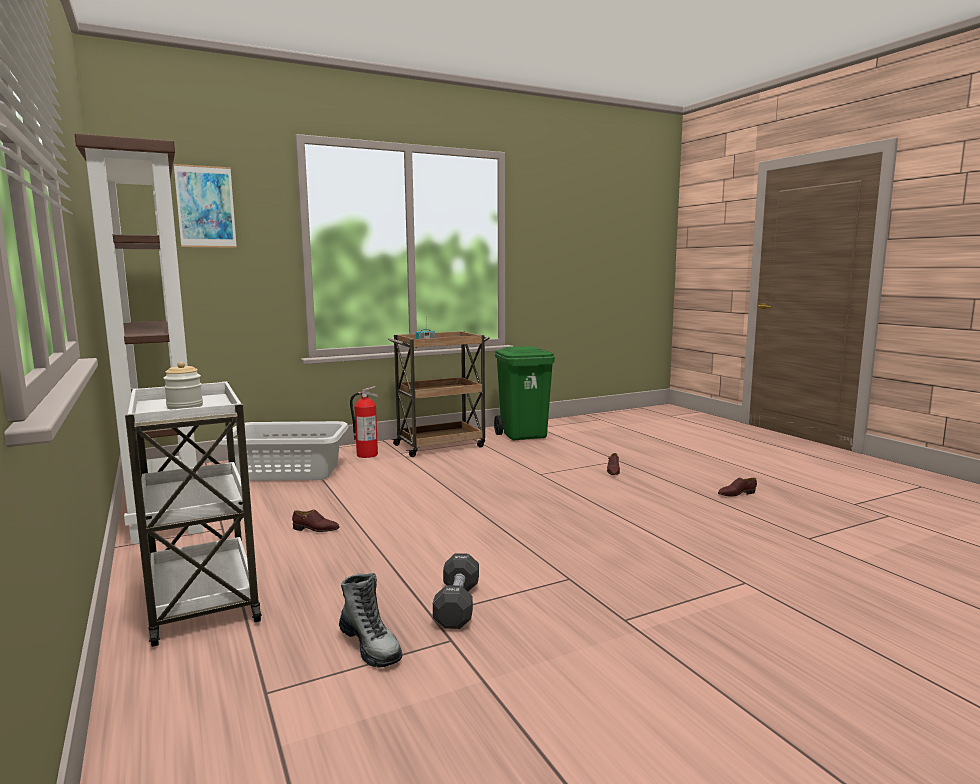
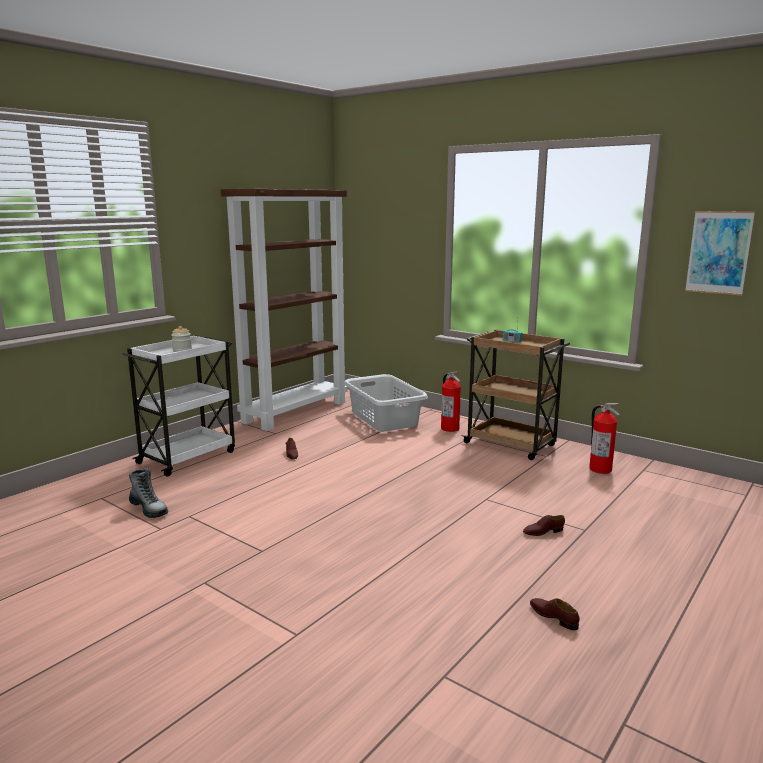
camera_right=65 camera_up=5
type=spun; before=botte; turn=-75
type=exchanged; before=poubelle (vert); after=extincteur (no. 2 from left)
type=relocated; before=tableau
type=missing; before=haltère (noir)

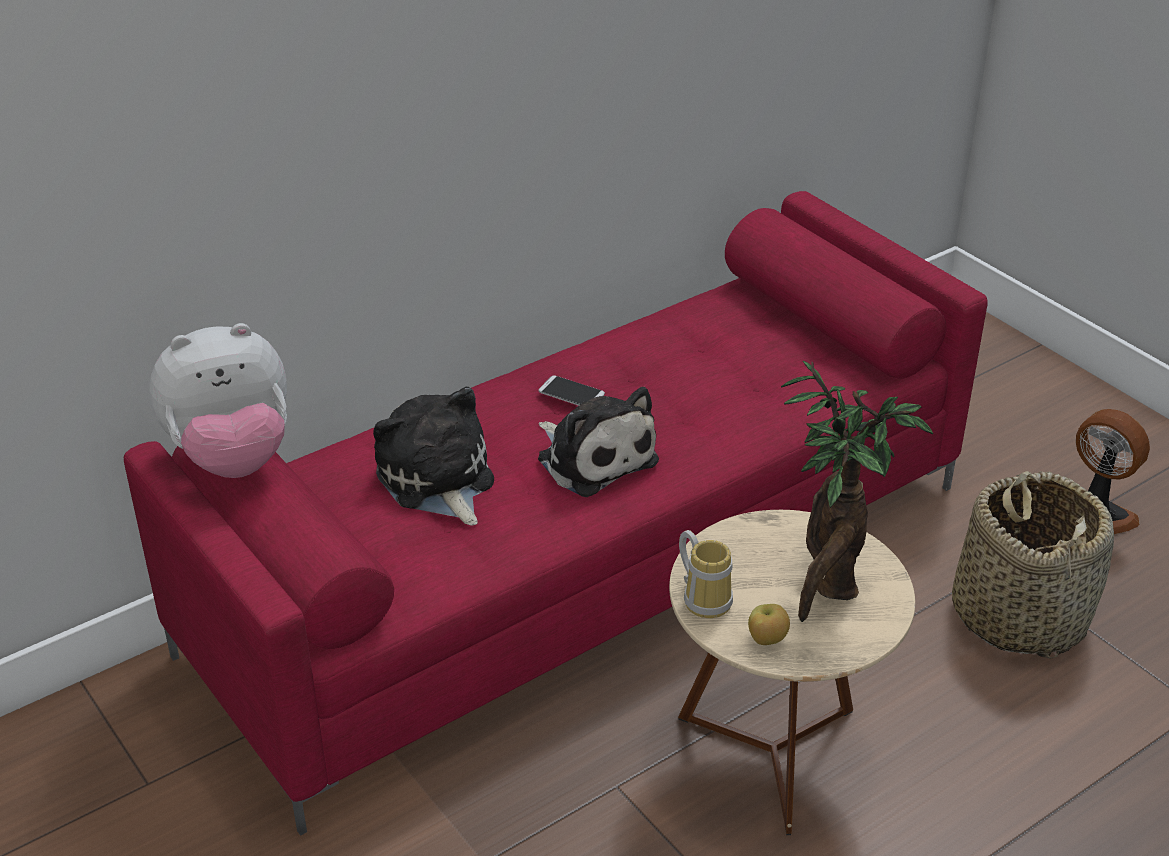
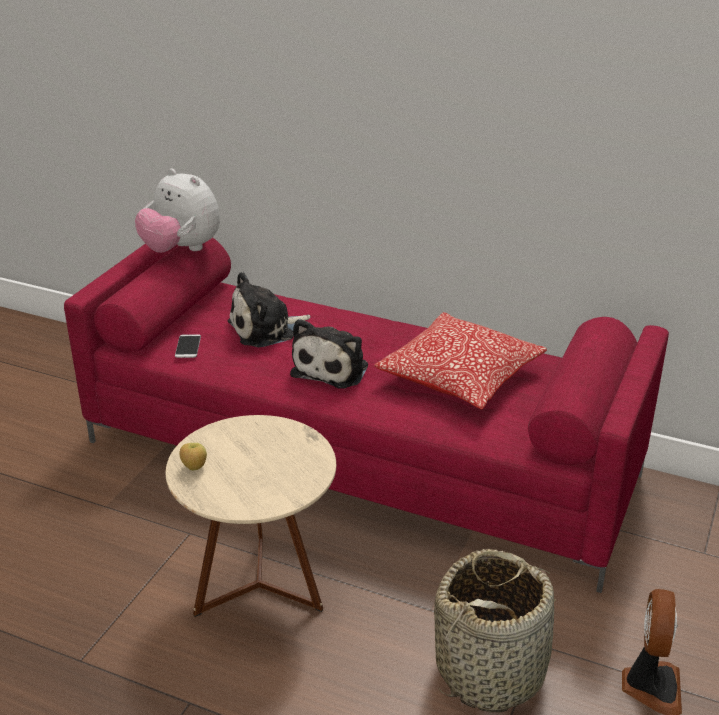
camera_right=60 camera_up=-5
type=relocated; before=téléphone
type=spun; before=peluche (no. 2 from left); turn=-150
type=appeared; after=coussin
type=missing; before=mug
type=missing; before=plante en pot

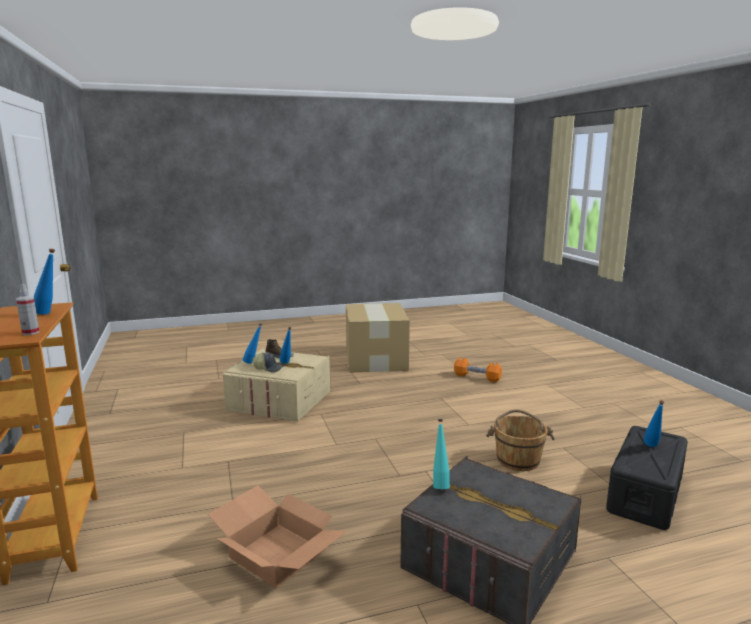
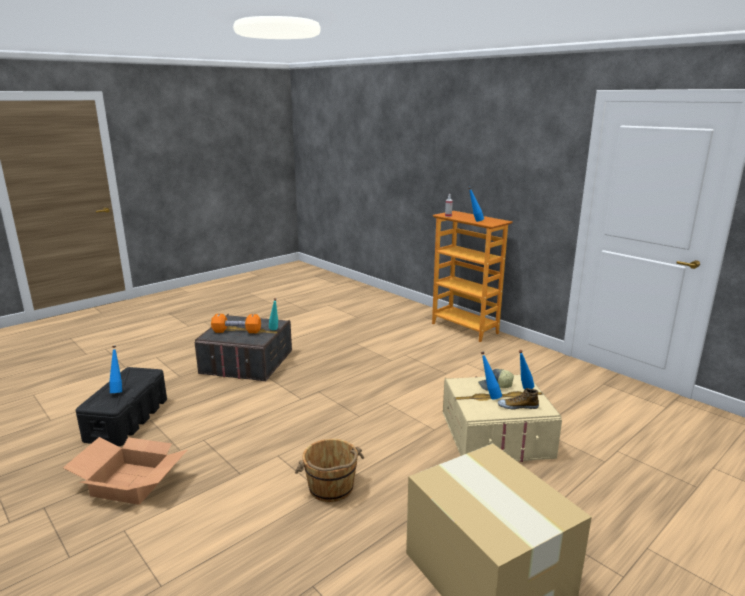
camera_right=155 camera_up=5
type=relocated; before=carton (no. 1 from left)
type=relocated; before=haltère (orange)
type=relocated; before=seau (marron)

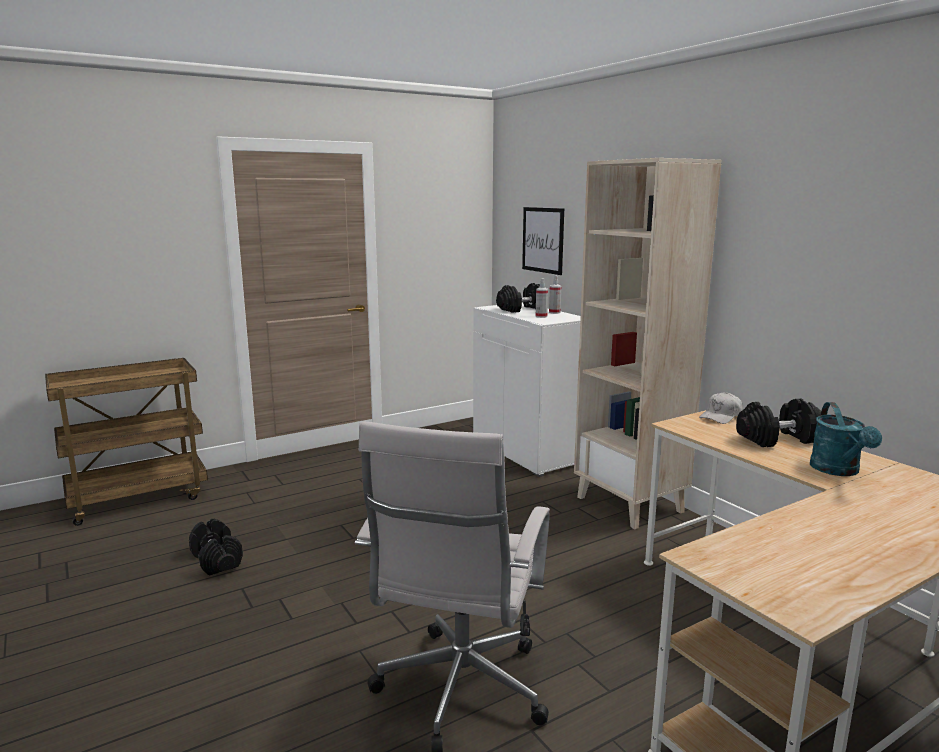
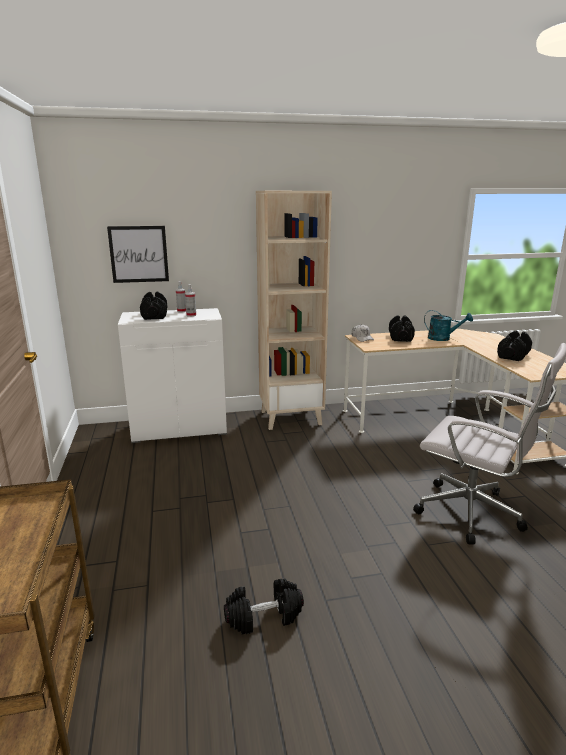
camera_right=-70 camera_up=5
type=appeared; after=haltère (noir) (no. 4 from left)

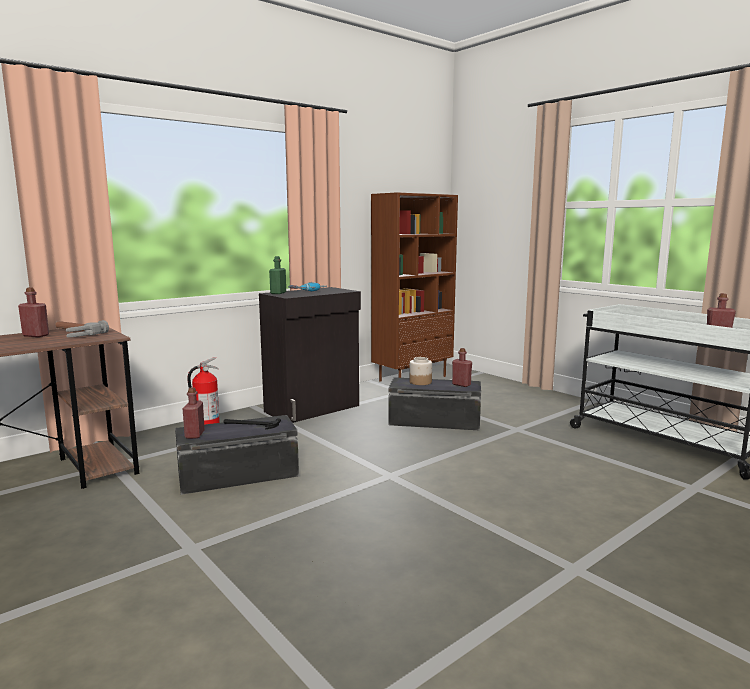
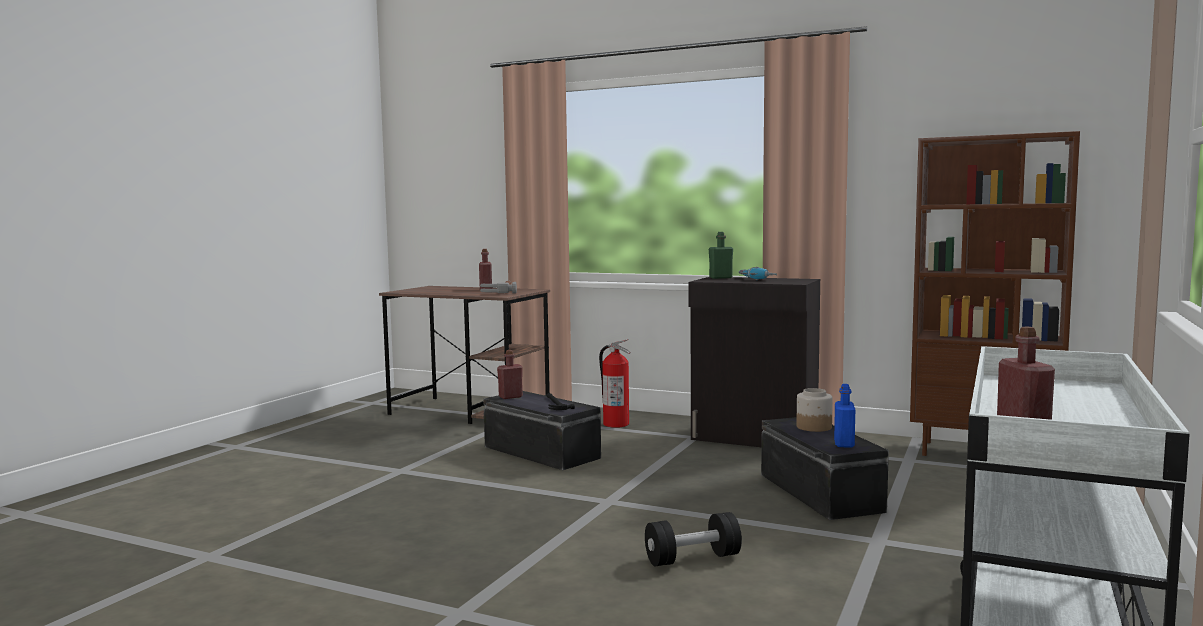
camera_right=65 camera_up=-5
type=appeared; after=haltère (noir)
type=colour; before=bouteille (rouge) (no. 3 from left); after=bouteille (bleu)

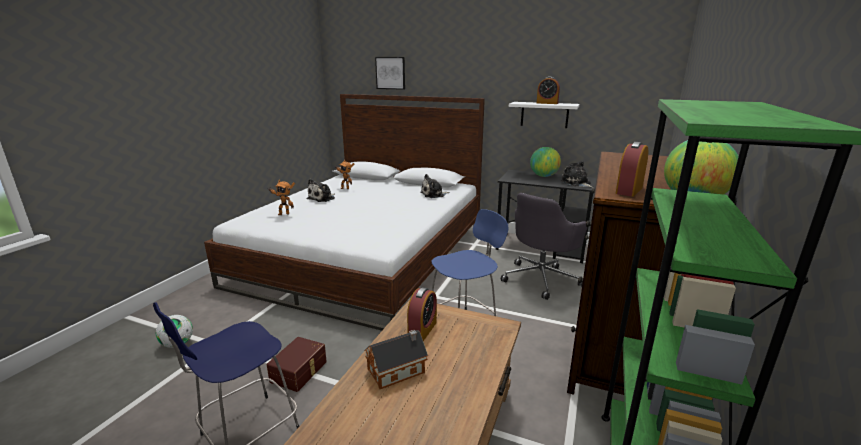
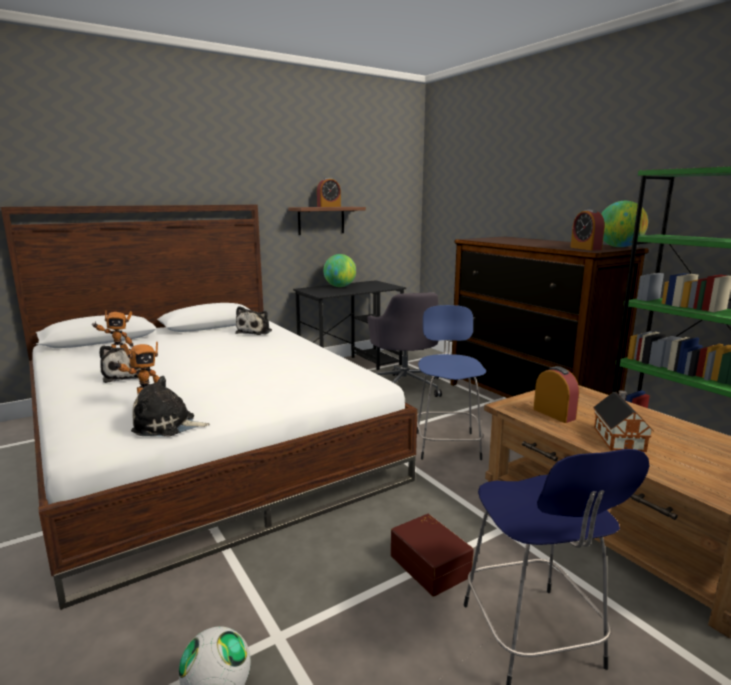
camera_right=-55 camera_up=-5
type=relocated; before=peluche (no. 3 from left in the first image); after=peluche (no. 2 from left)
type=colour; before=étagère (blanc); after=étagère (marron)
type=missing; before=tableau

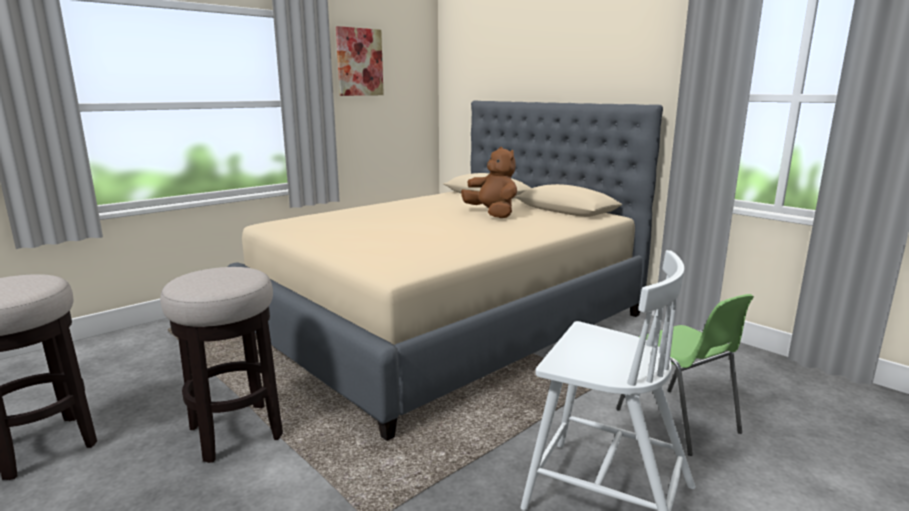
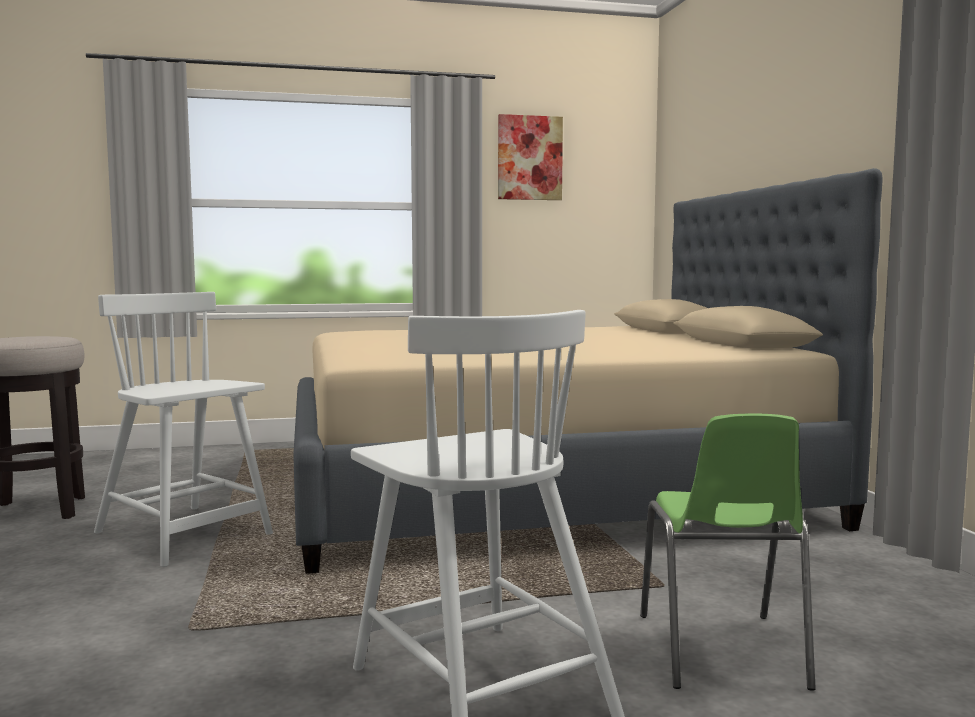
camera_right=30 camera_up=-10
type=exchanged; before=tabouret (no. 2 from left); after=chaise (blanc) (no. 1 from left)
type=missing; before=peluche (marron)

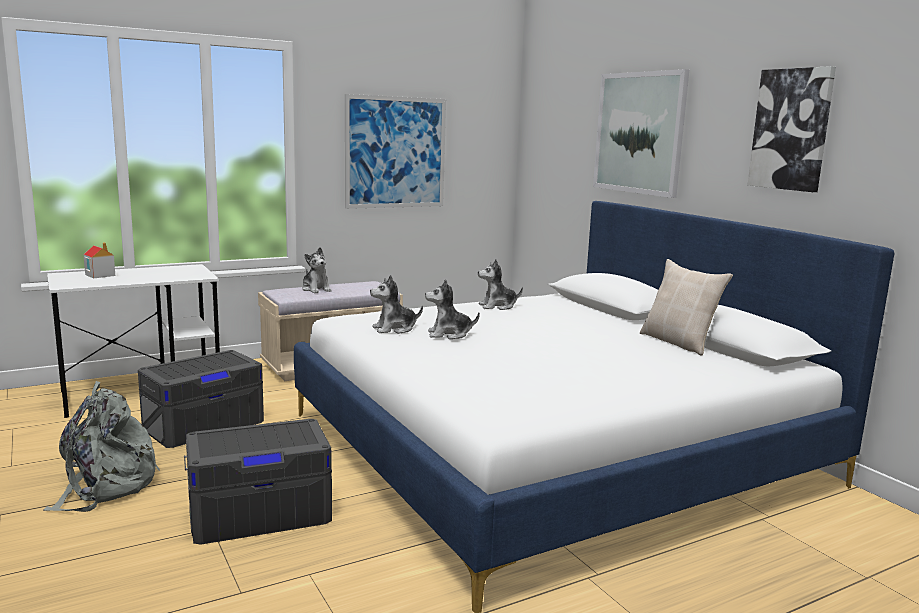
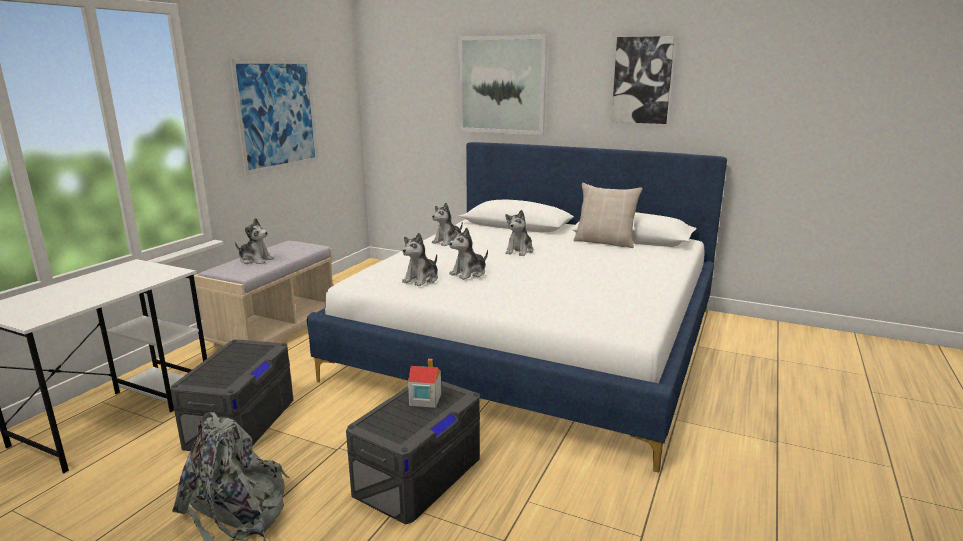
camera_right=-35 camera_up=5
type=relocated; before=maison miniature
type=appeared; after=peluche (no. 5 from left)

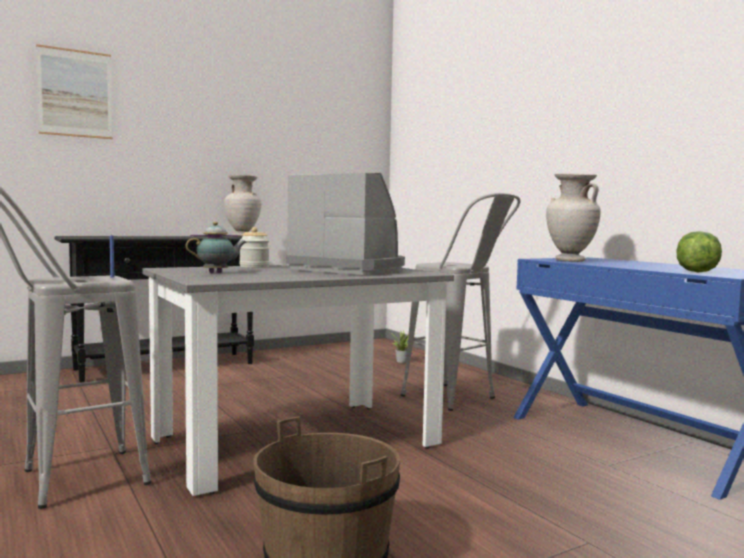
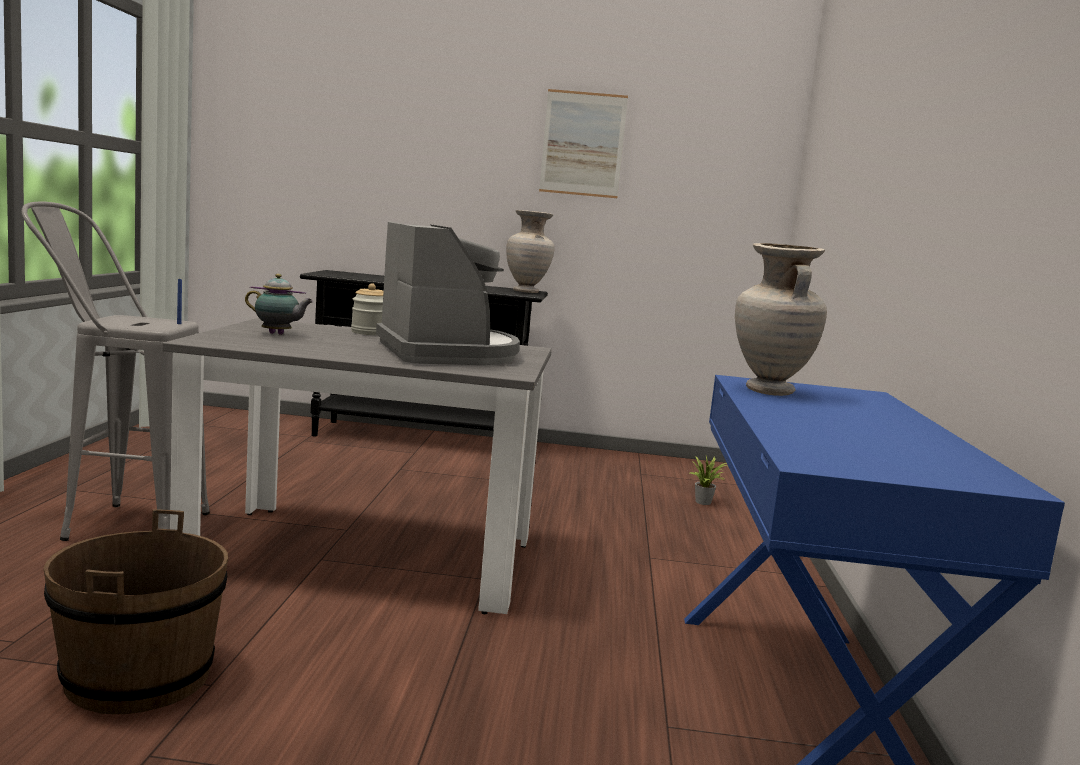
camera_right=35 camera_up=5
type=relocated; before=tableau
type=missing; before=tabouret (gris) (no. 2 from left)
type=missing; before=laitue

